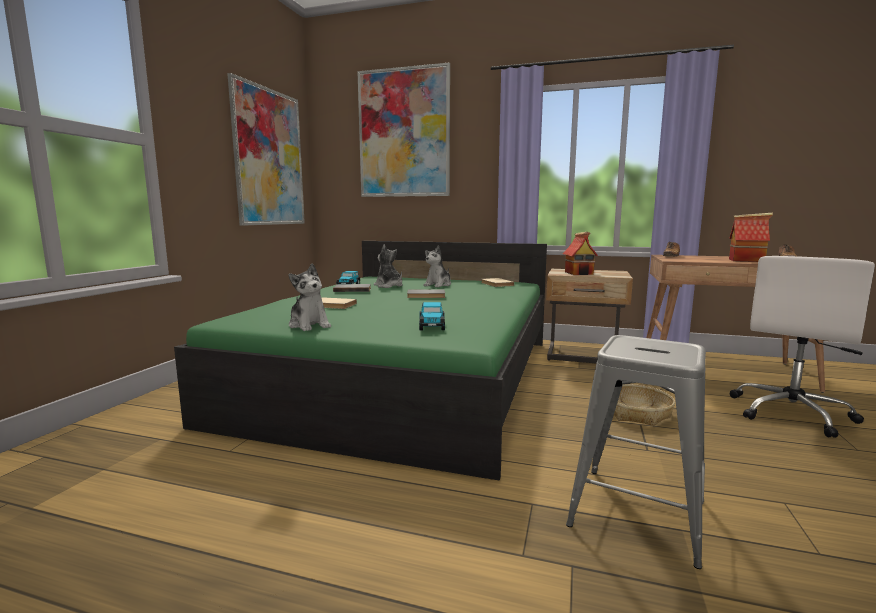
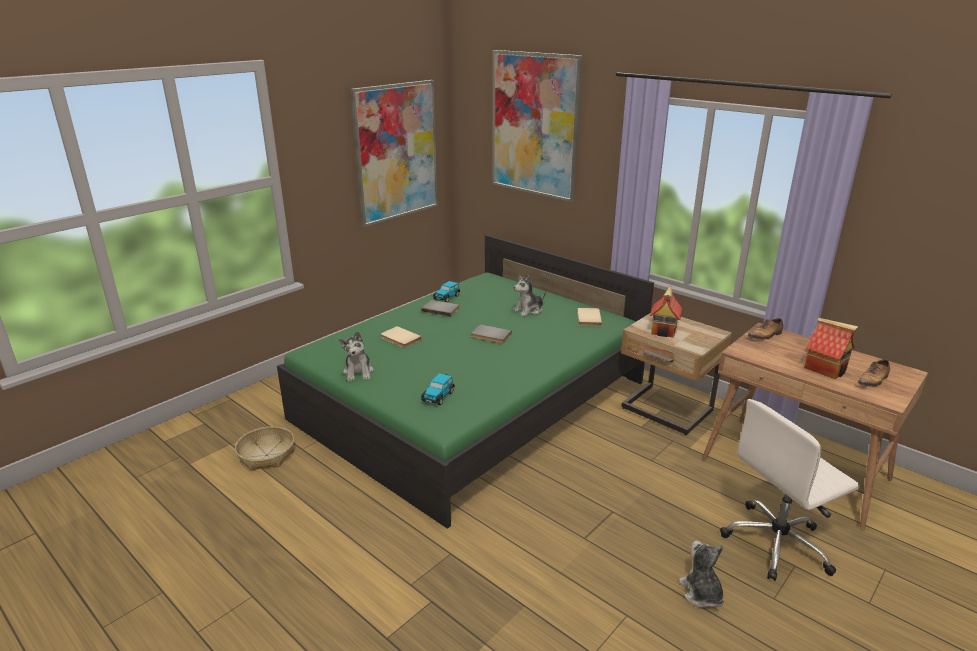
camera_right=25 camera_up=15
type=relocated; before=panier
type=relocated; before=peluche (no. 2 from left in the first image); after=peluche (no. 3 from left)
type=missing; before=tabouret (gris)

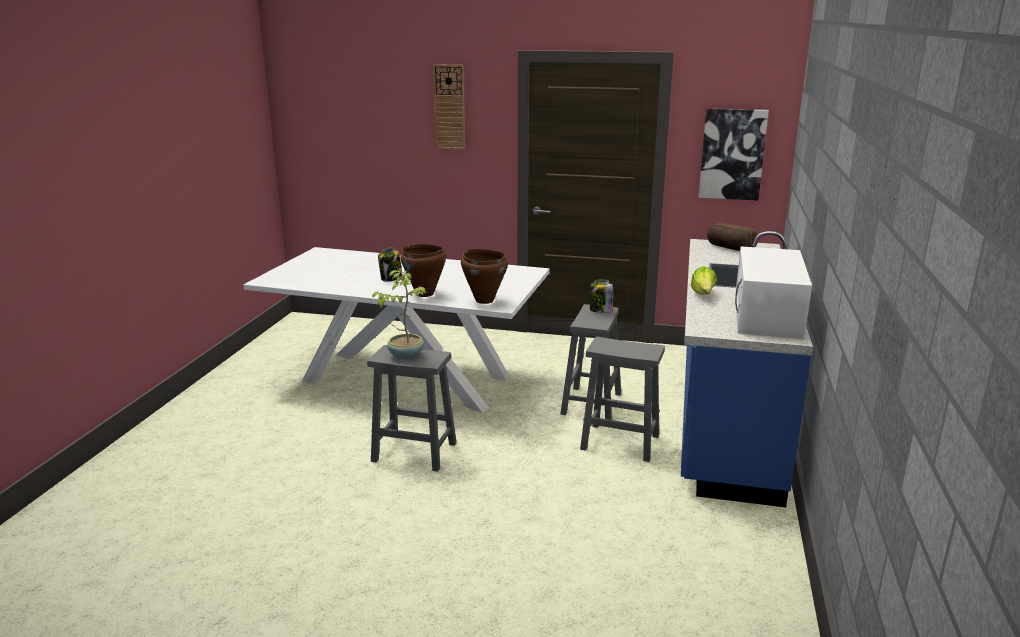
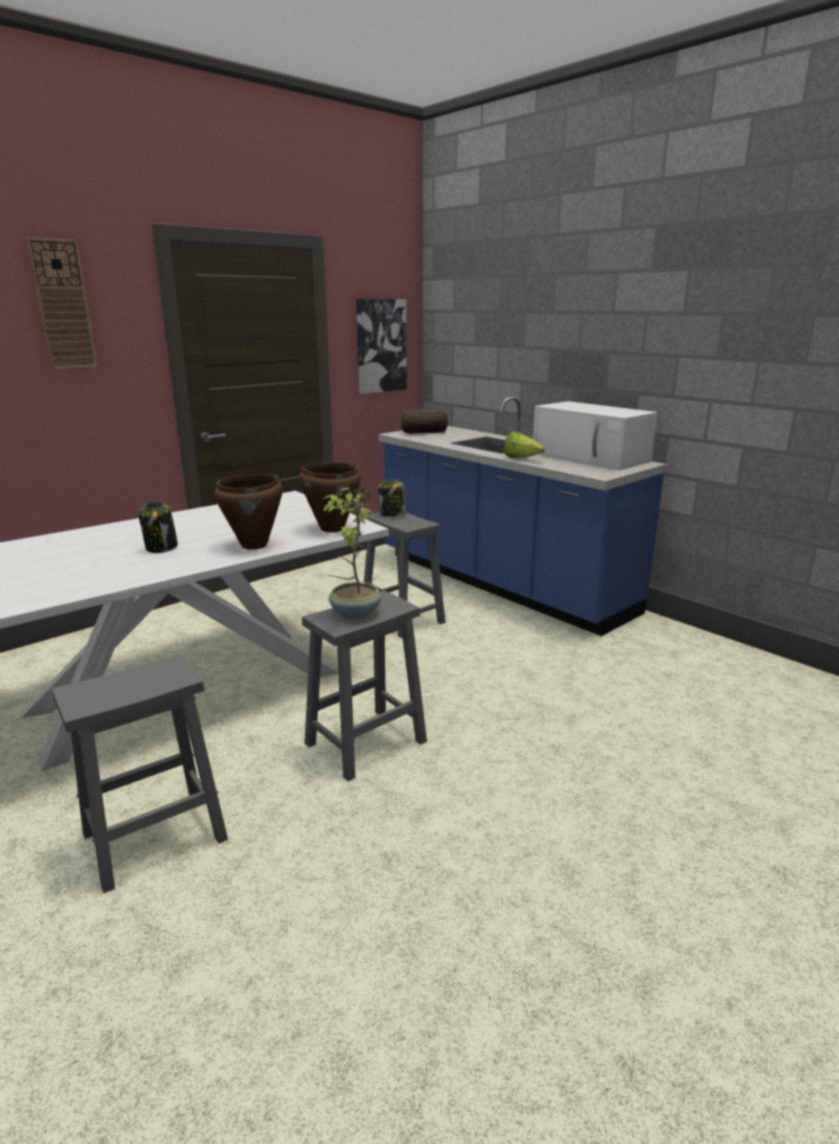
camera_right=-55 camera_up=0
type=relocated; before=tabouret (gris) (no. 3 from left in the first image); after=tabouret (gris) (no. 1 from left)

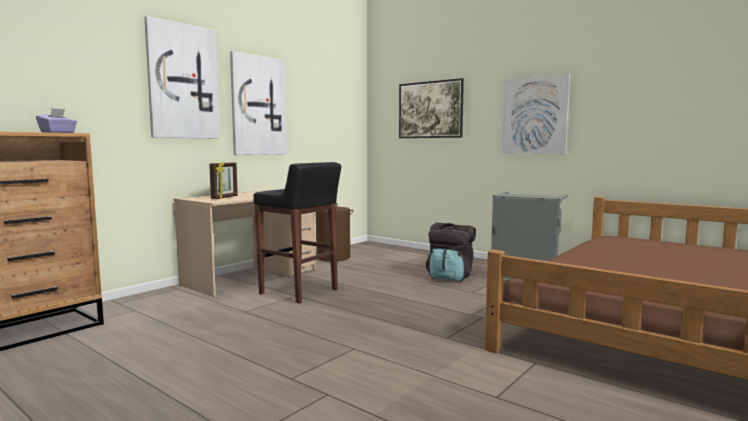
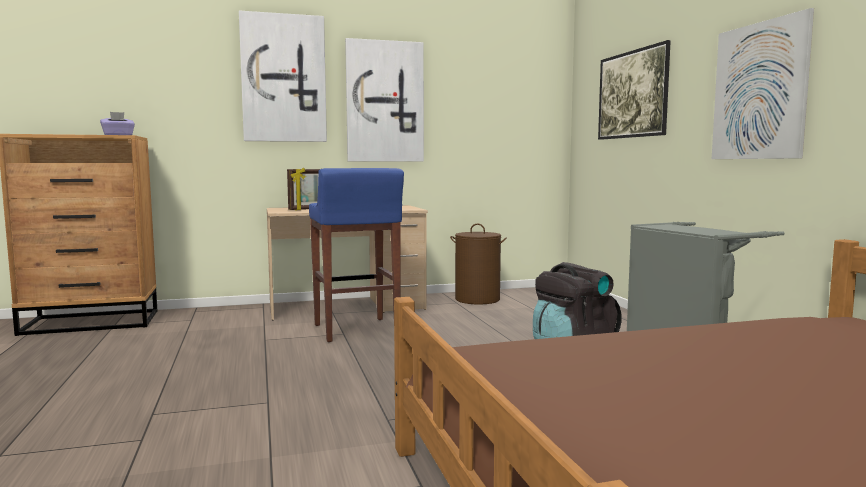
camera_right=35 camera_up=0
type=colour; before=tabouret (noir); after=tabouret (bleu)

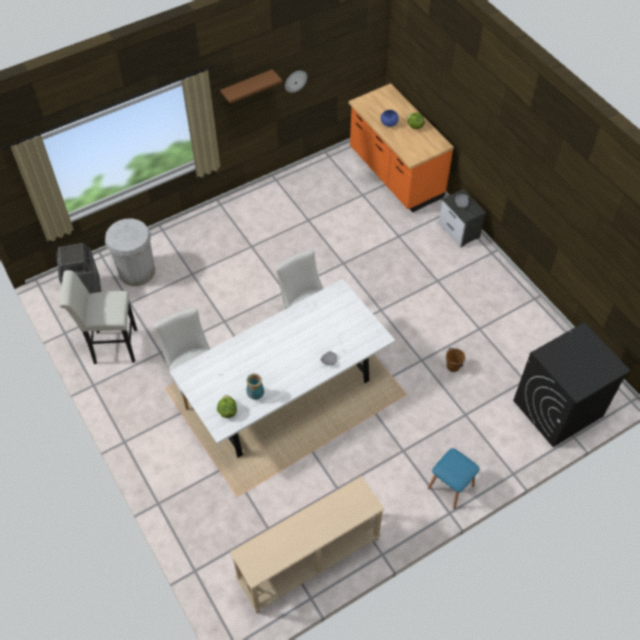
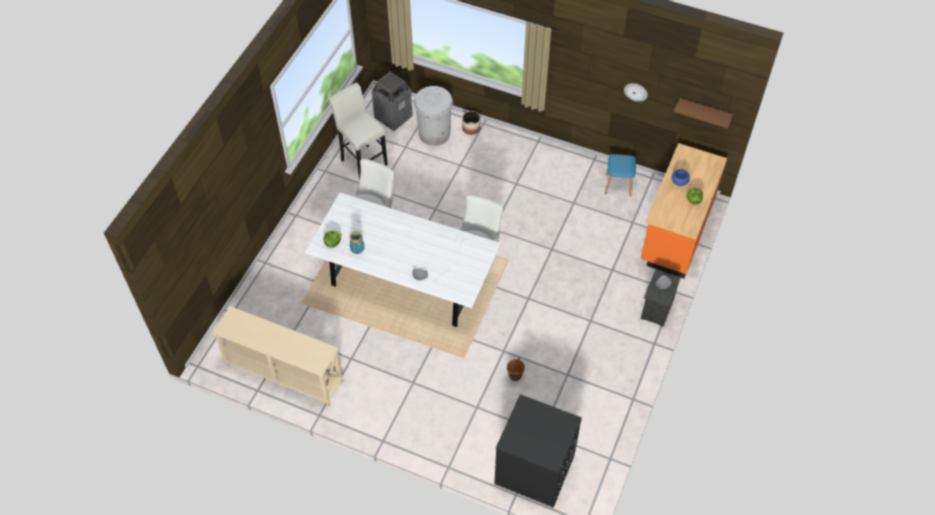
camera_right=55 camera_up=0
type=appeared; after=cache-pot
type=relocated; before=tabouret (bleu)
type=relocated; before=étagère (marron)

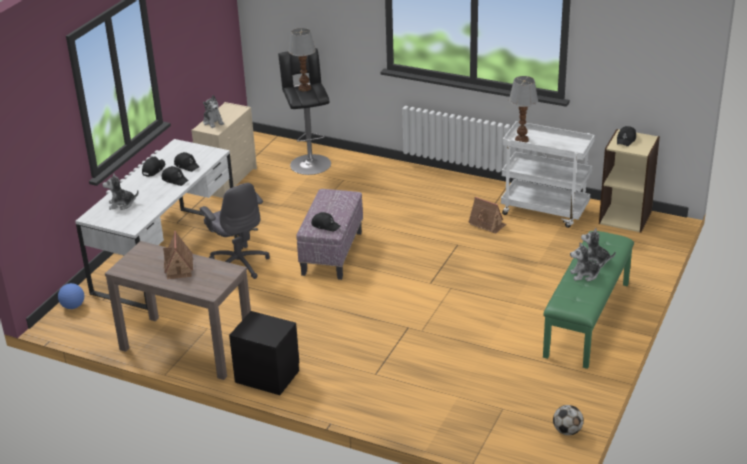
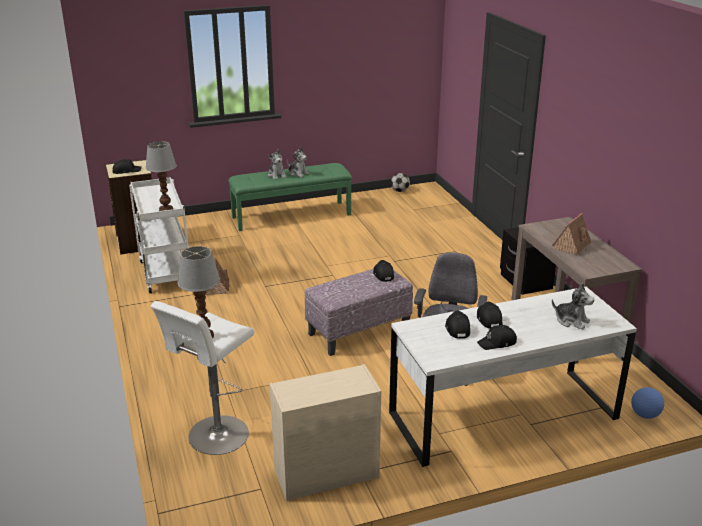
camera_right=-135 camera_up=-5
type=colour; before=tabouret (noir); after=tabouret (blanc)
type=missing; before=peluche (no. 2 from left)

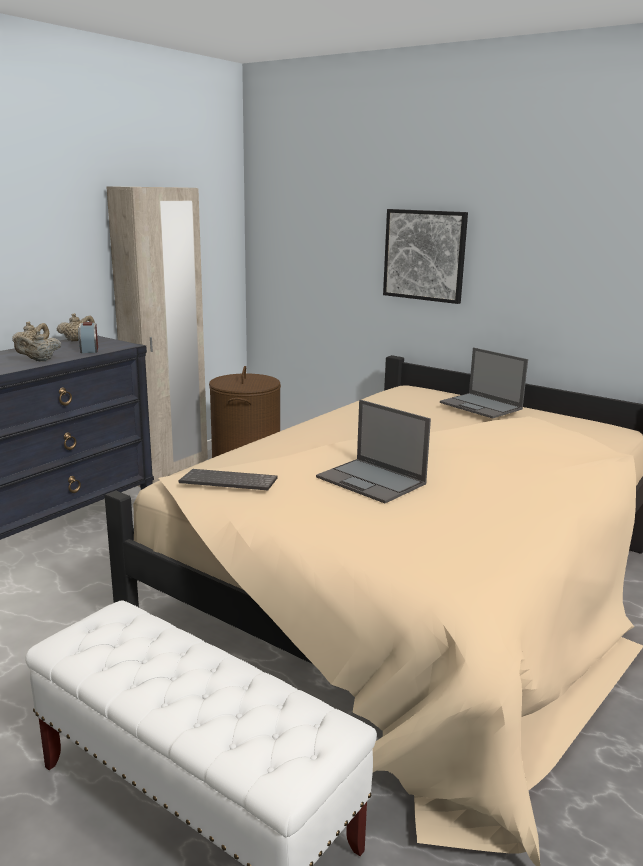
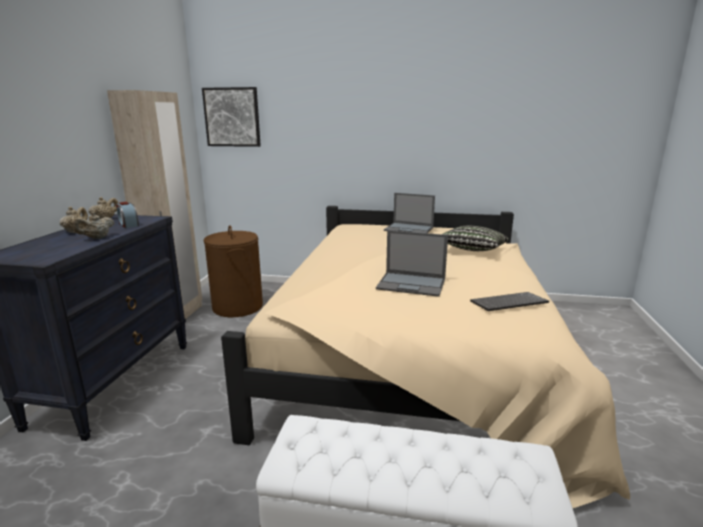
camera_right=-25 camera_up=0
type=relocated; before=tableau
type=appeared; after=coussin
type=relocated; before=clavier

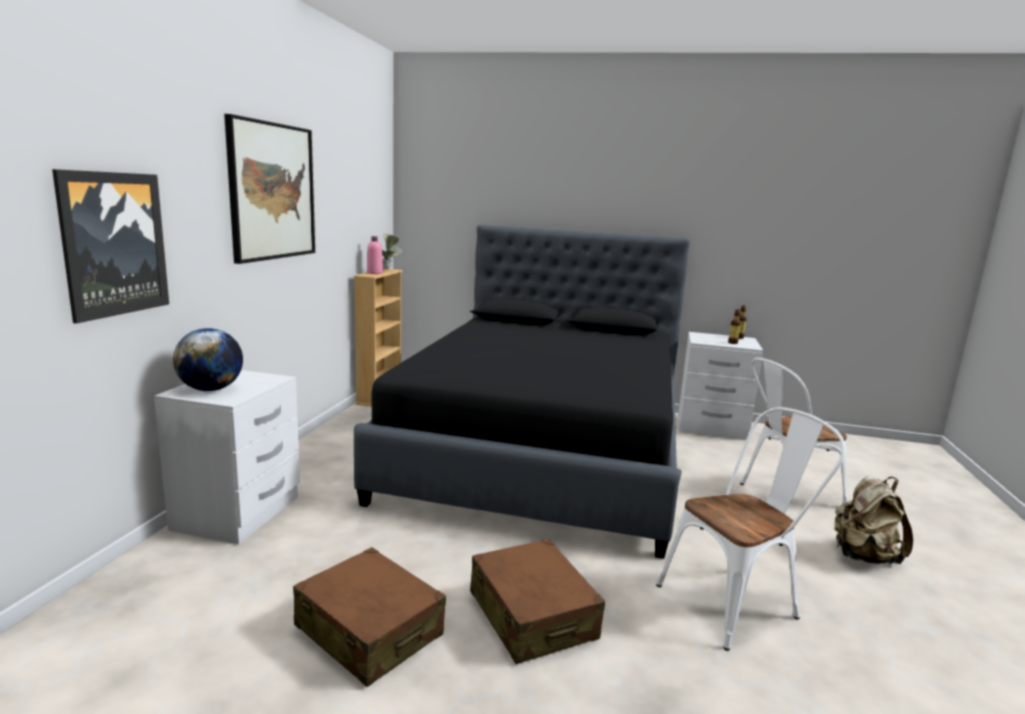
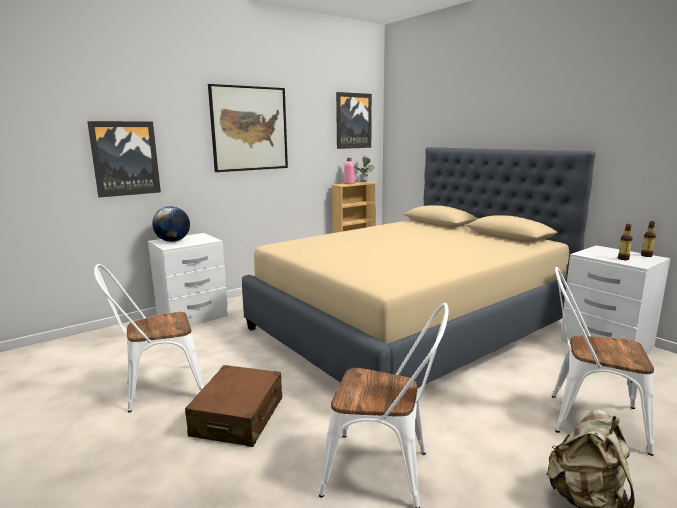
camera_right=40 camera_up=0
type=exchanged; before=valise (marron) (no. 1 from left); after=chaise (blanc) (no. 1 from left)
type=colour; before=lit (noir); after=lit (beige)
type=appeared; after=tableau (no. 3 from left)

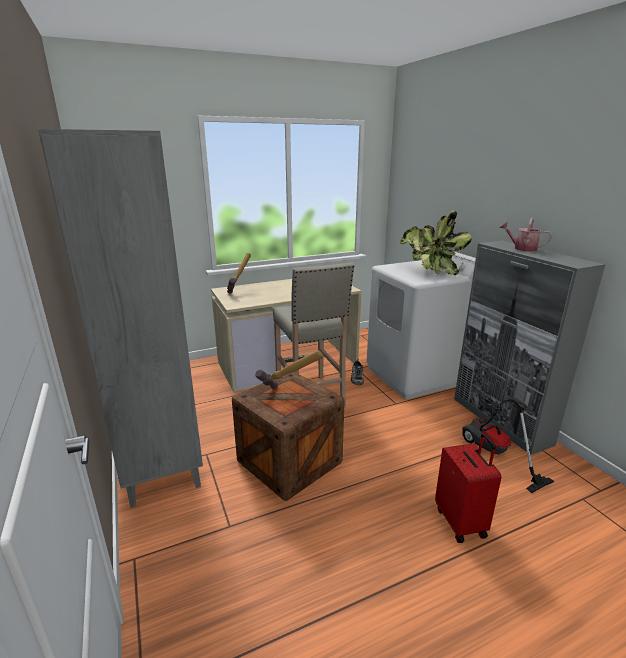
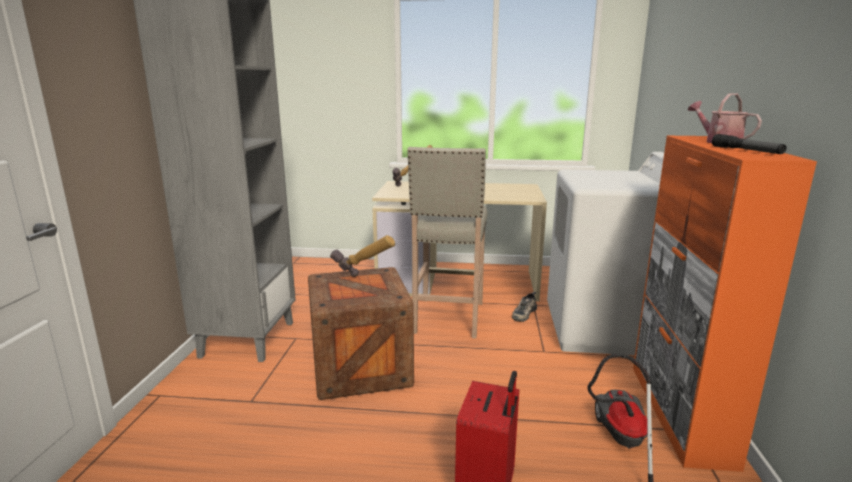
camera_right=30 camera_up=-5
type=colour; before=meuble de rangement (gris); after=meuble de rangement (orange)
type=appeared; after=lampe de poche
type=missing; before=plante en pot

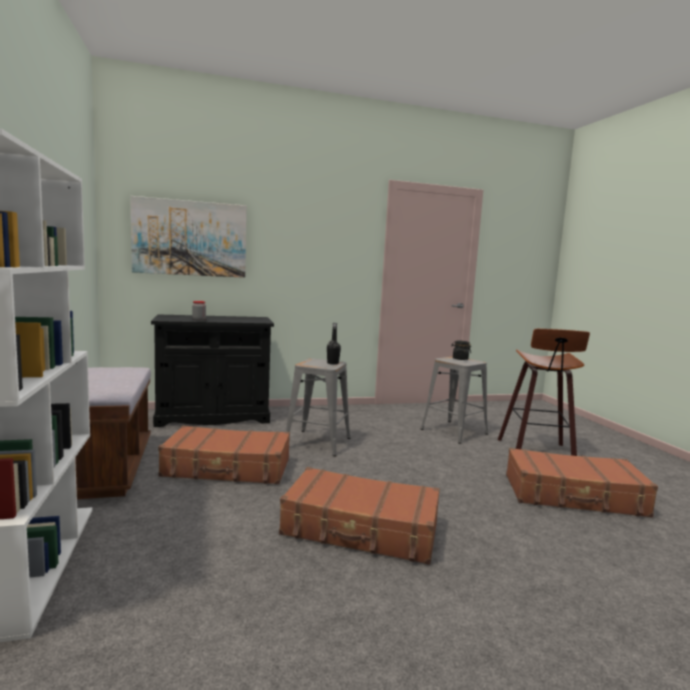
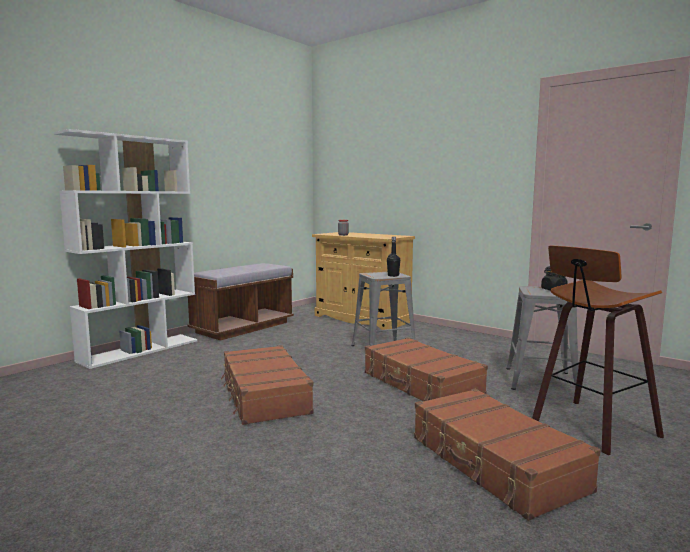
camera_right=55 camera_up=0
type=colour; before=meuble de rangement (noir); after=meuble de rangement (beige)
type=relocated; before=valise (marron) (no. 1 from left in the first image); after=valise (marron) (no. 2 from left)
type=missing; before=tableau

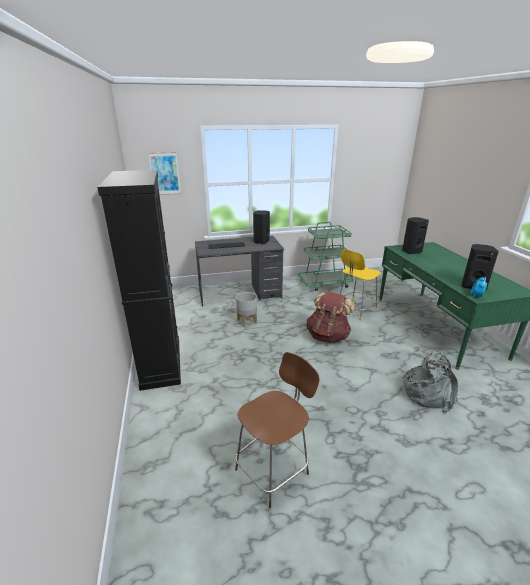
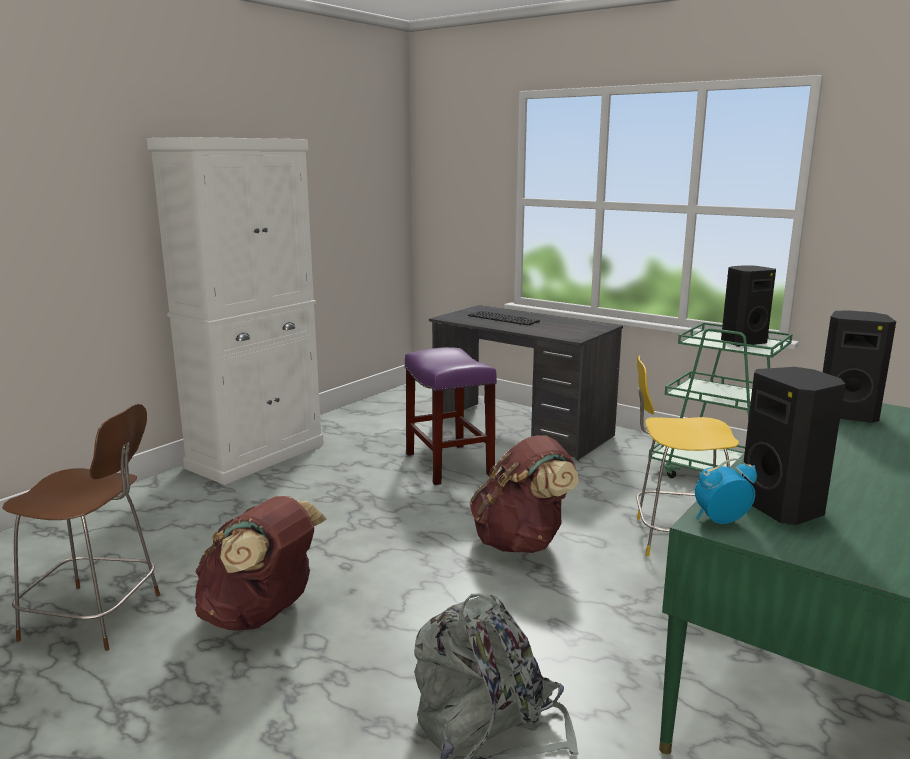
camera_right=50 camera_up=-10
type=colour; before=meuble de rangement (noir); after=meuble de rangement (blanc)
type=appeared; after=sac à dos (marron) (no. 1 from left)
type=exchanged; before=cache-pot (gris); after=tabouret (violet)
type=relocated; before=enceinte (noir) (no. 1 from left)
type=missing; before=tableau

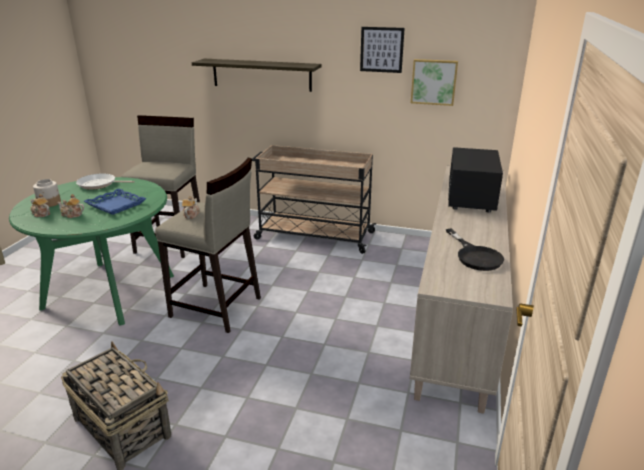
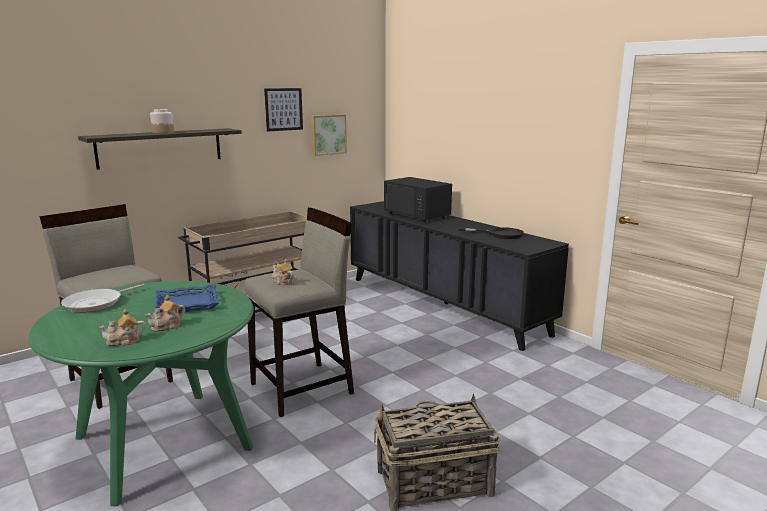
camera_right=-55 camera_up=-10
type=relocated; before=bocal
type=colour; before=meuble de rangement (beige); after=meuble de rangement (noir)

